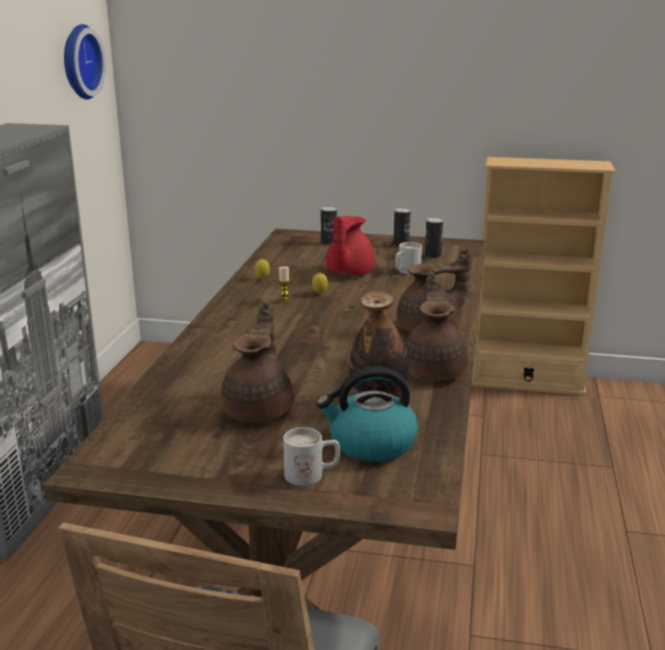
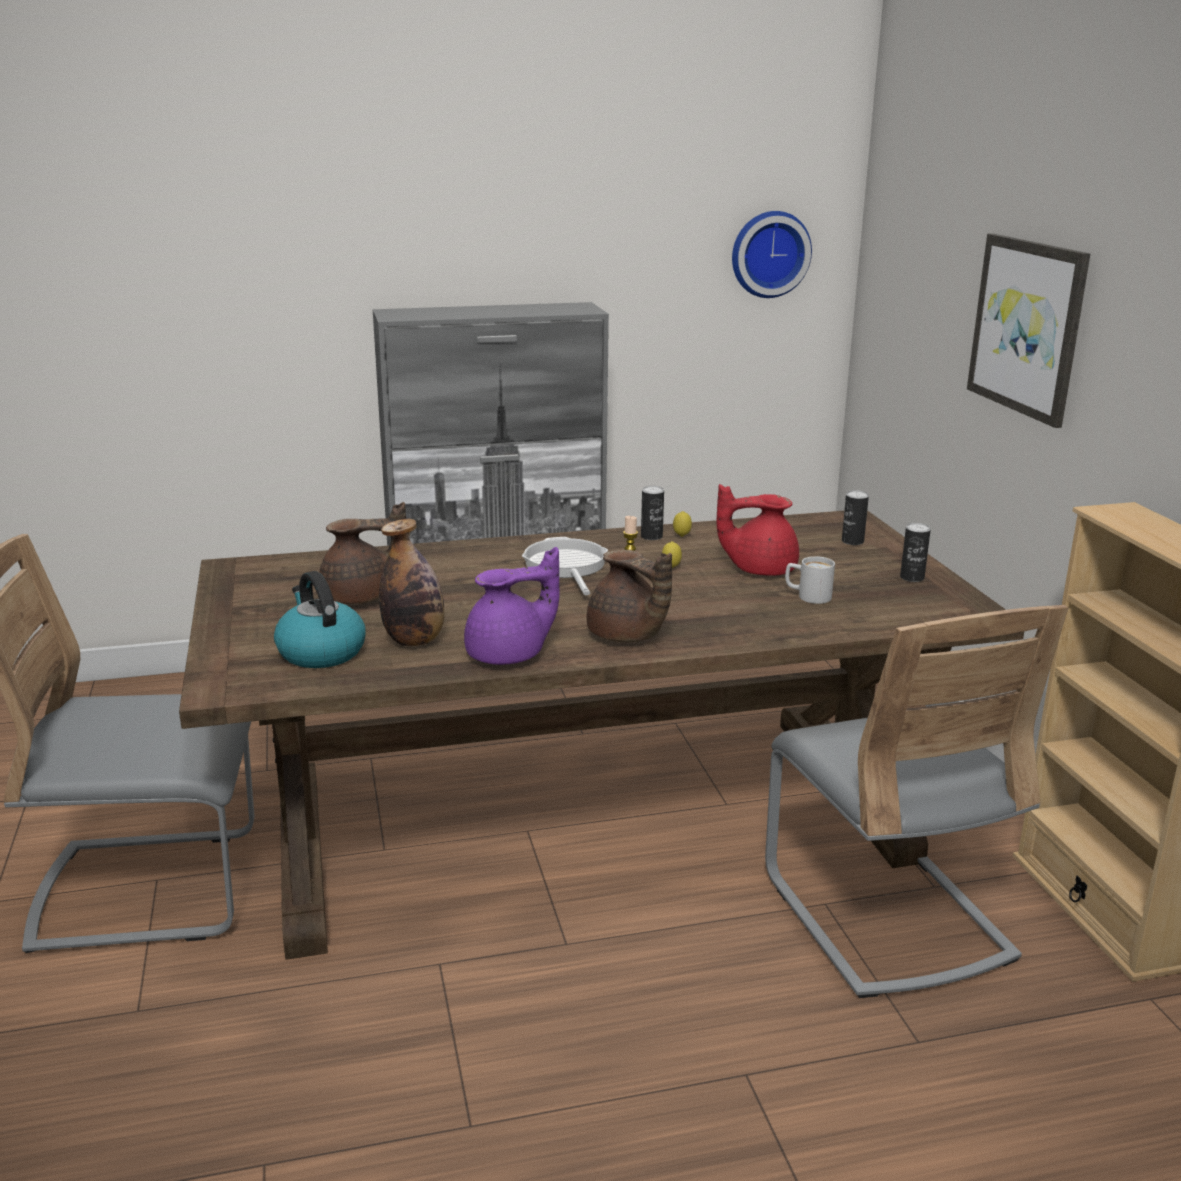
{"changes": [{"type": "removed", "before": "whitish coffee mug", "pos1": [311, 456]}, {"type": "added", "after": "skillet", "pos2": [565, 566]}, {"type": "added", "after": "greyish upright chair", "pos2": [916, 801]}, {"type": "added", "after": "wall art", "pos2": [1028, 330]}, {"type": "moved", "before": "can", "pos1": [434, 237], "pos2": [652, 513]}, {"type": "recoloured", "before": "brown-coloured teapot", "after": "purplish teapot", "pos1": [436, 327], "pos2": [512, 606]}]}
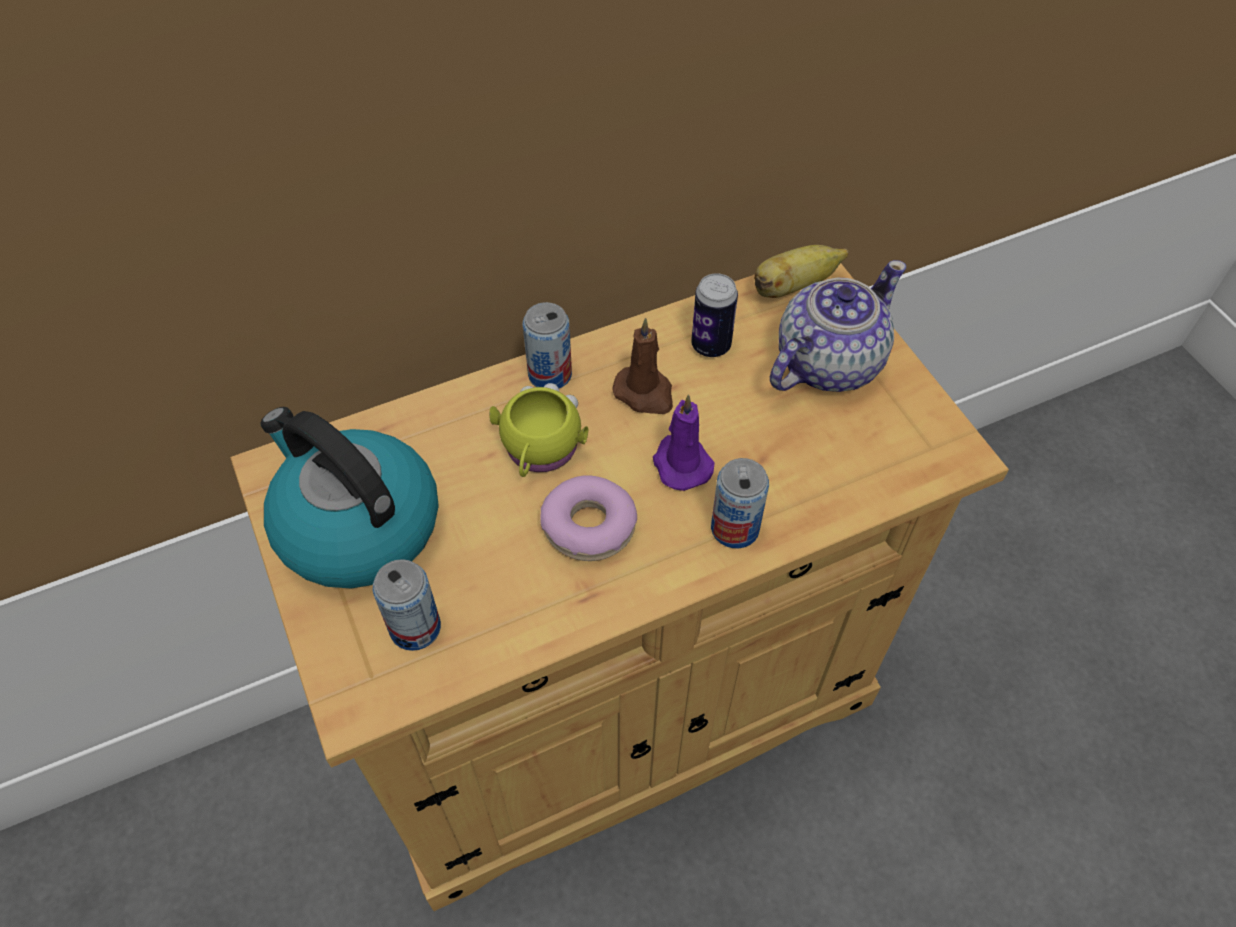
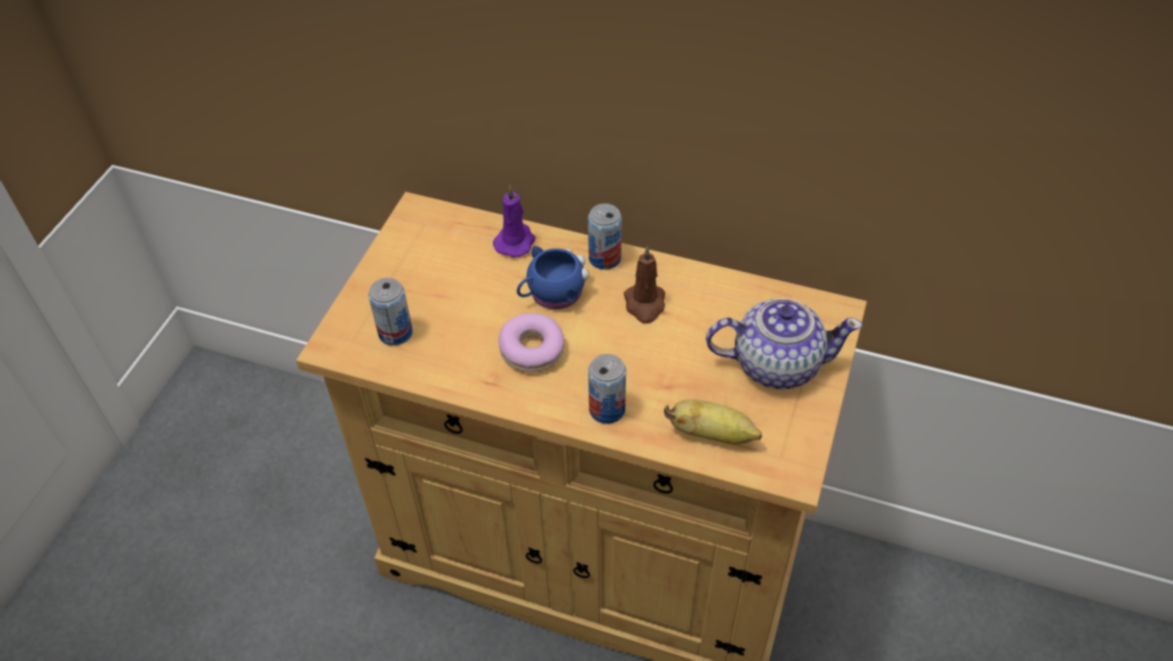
{"changes": [{"type": "removed", "before": "kettle", "pos1": [349, 497]}, {"type": "removed", "before": "can", "pos1": [714, 315]}, {"type": "moved", "before": "purplish wax candle", "pos1": [684, 442], "pos2": [514, 221]}, {"type": "moved", "before": "banana fruit", "pos1": [801, 271], "pos2": [713, 422]}, {"type": "recoloured", "before": "yellowish coffee mug", "after": "blue coffee mug", "pos1": [539, 430], "pos2": [553, 277]}]}
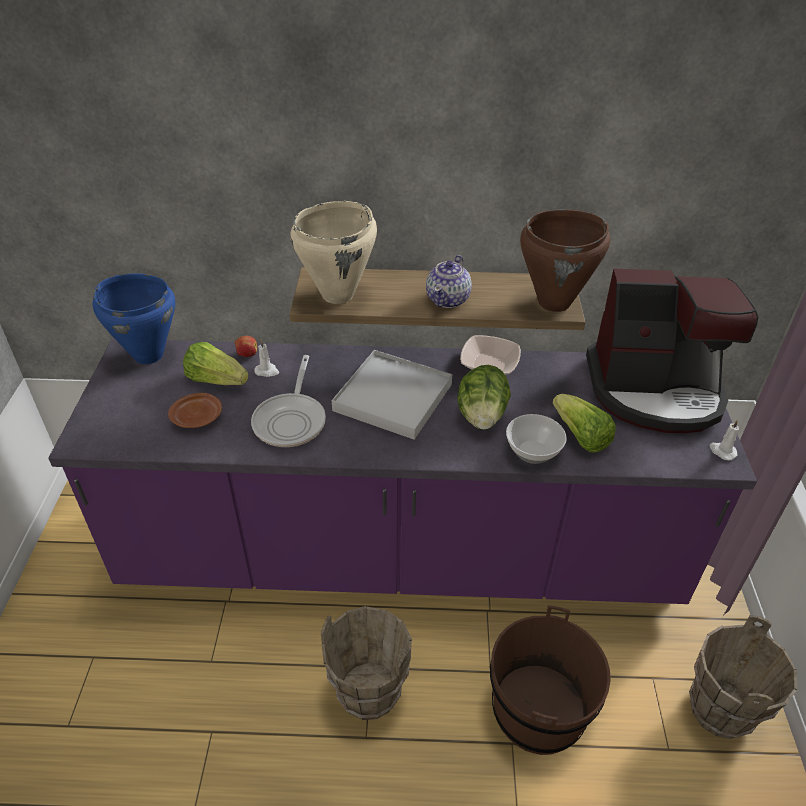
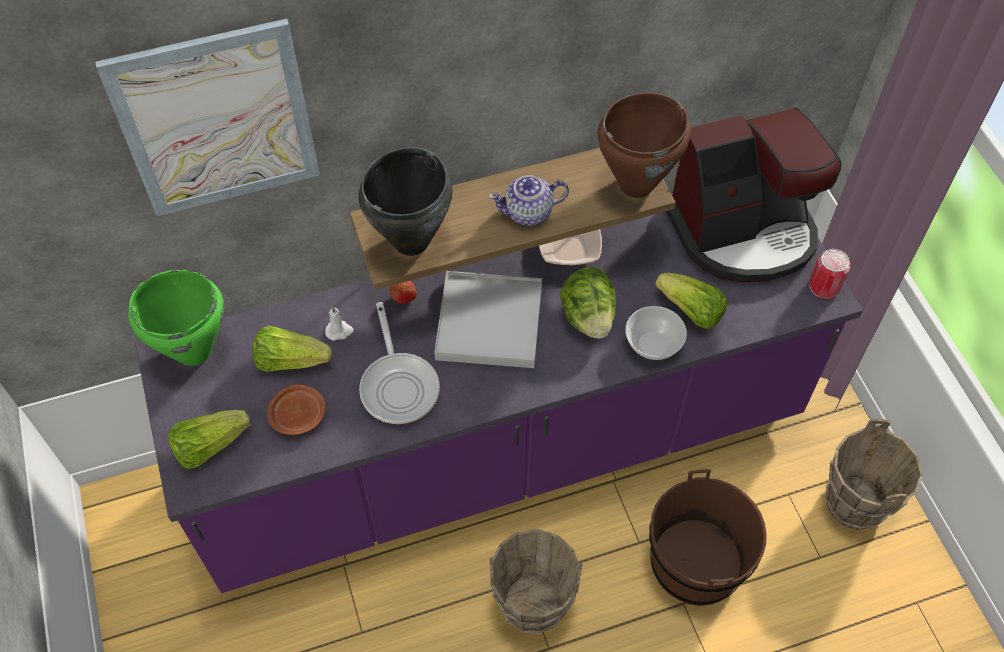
{"changes": [{"type": "added", "after": "wall art", "pos2": [207, 117]}, {"type": "added", "after": "head of lettuce", "pos2": [209, 439]}, {"type": "moved", "before": "apple fruit", "pos1": [246, 346], "pos2": [403, 292]}, {"type": "replaced", "before": "whitish wax candle", "after": "can", "pos1": [724, 439], "pos2": [830, 274]}, {"type": "recoloured", "before": "blue saucepot", "after": "green saucepot", "pos1": [134, 318], "pos2": [176, 318]}, {"type": "recoloured", "before": "sand-coloured saucepot", "after": "blackish saucepot", "pos1": [333, 252], "pos2": [406, 201]}, {"type": "turned", "before": "teapot", "pos1": [449, 281], "pos2": [528, 200], "turn": 75}]}
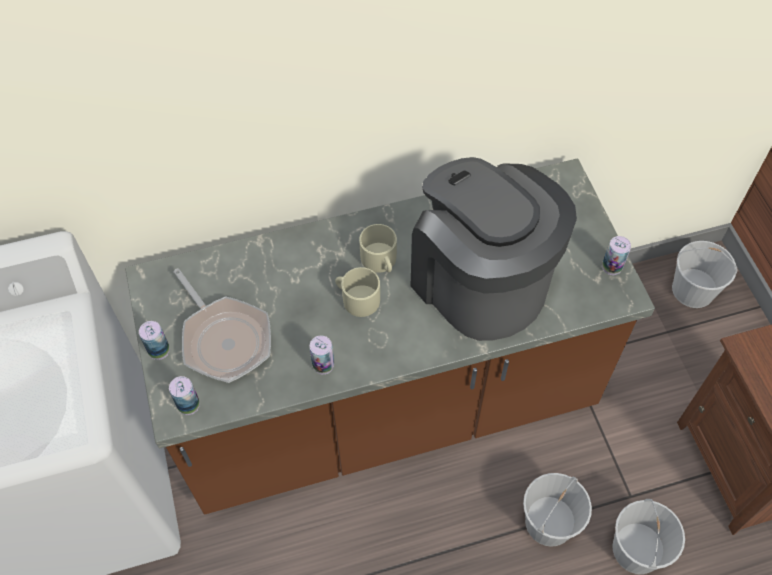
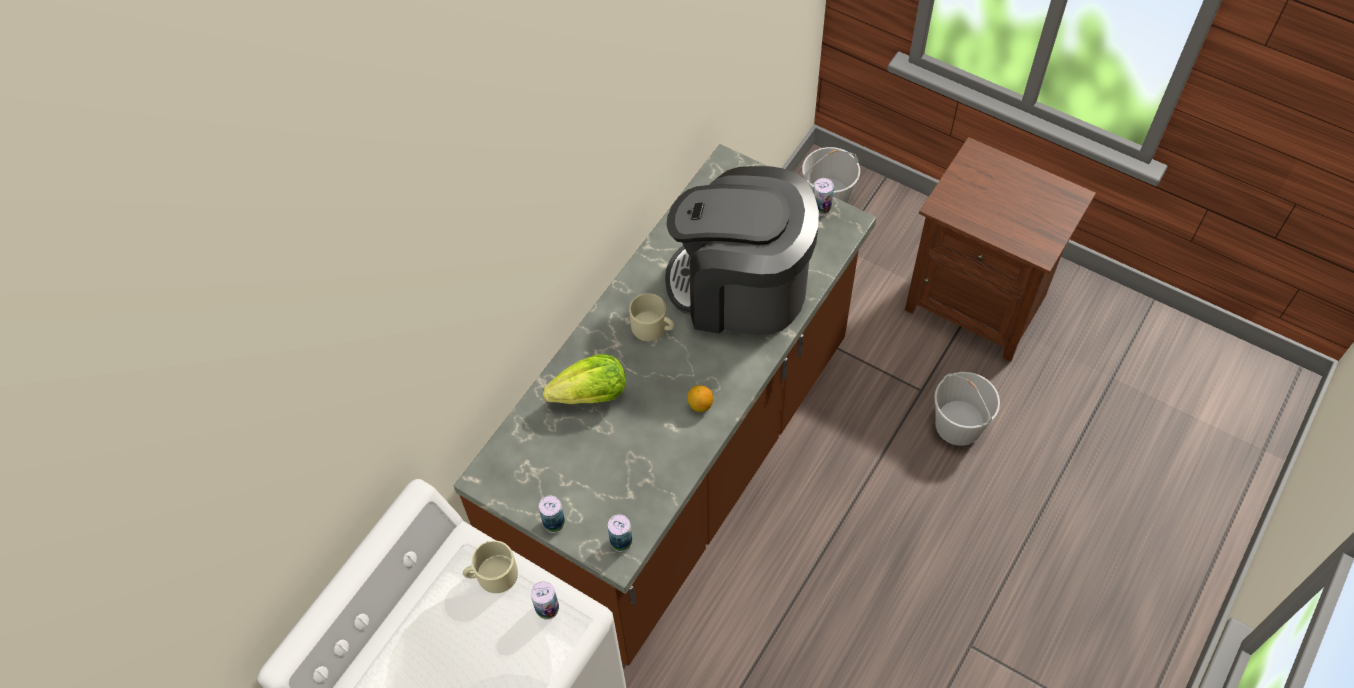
{"changes": [{"type": "removed", "before": "skillet", "pos1": [222, 325]}, {"type": "removed", "before": "whitish bucket", "pos1": [557, 509]}, {"type": "added", "after": "head of lettuce", "pos2": [584, 379]}, {"type": "added", "after": "whole lemon", "pos2": [700, 398]}, {"type": "moved", "before": "can", "pos1": [321, 355], "pos2": [545, 600]}, {"type": "moved", "before": "sand-coloured coffee mug", "pos1": [357, 292], "pos2": [490, 566]}]}
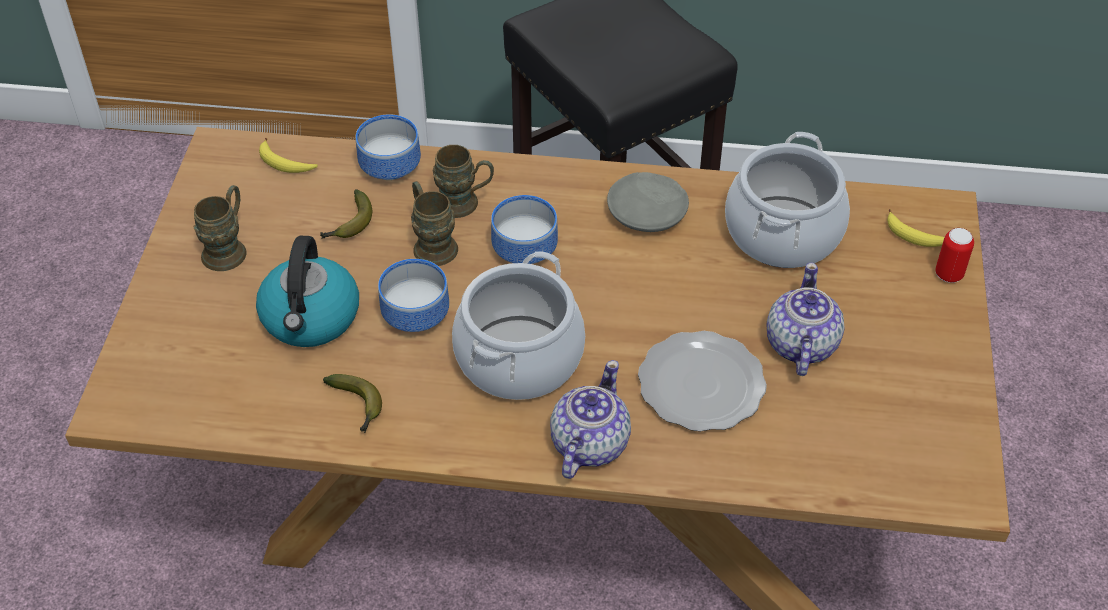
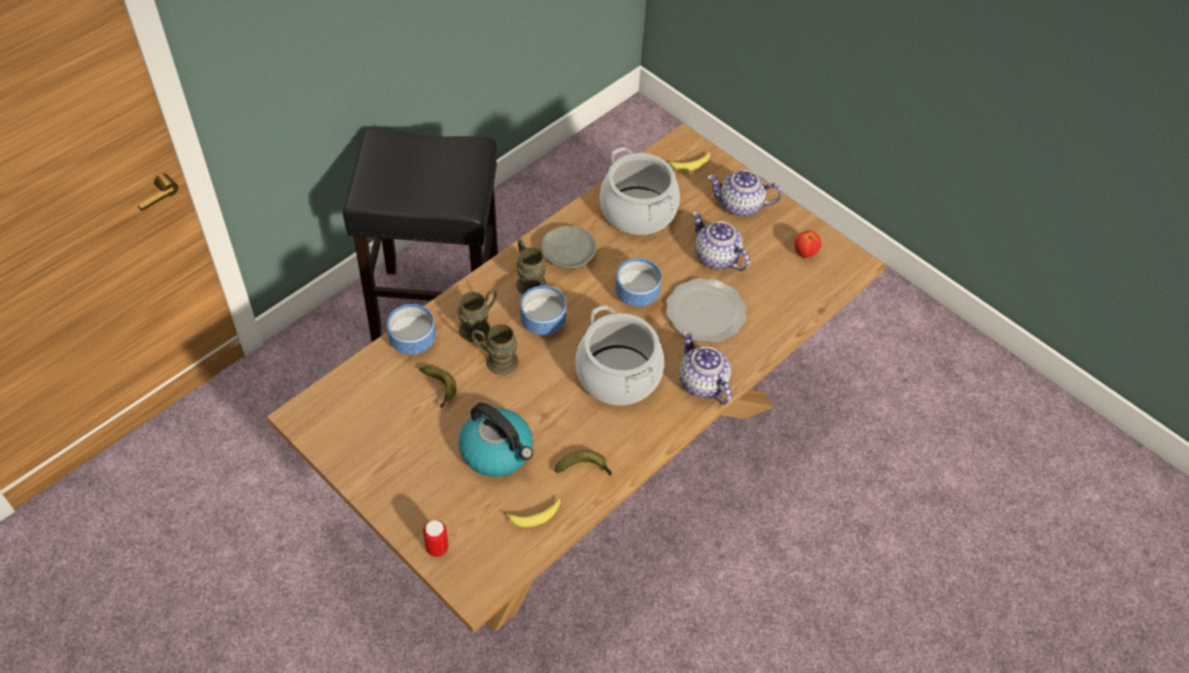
{"changes": [{"type": "added", "after": "teapot", "pos2": [744, 193]}, {"type": "added", "after": "apple fruit", "pos2": [808, 244]}, {"type": "moved", "before": "brown-coloured coffee mug", "pos1": [220, 228], "pos2": [531, 267]}, {"type": "moved", "before": "banana fruit", "pos1": [288, 155], "pos2": [532, 513]}, {"type": "moved", "before": "bowl", "pos1": [413, 295], "pos2": [638, 282]}, {"type": "moved", "before": "can", "pos1": [954, 255], "pos2": [435, 538]}]}
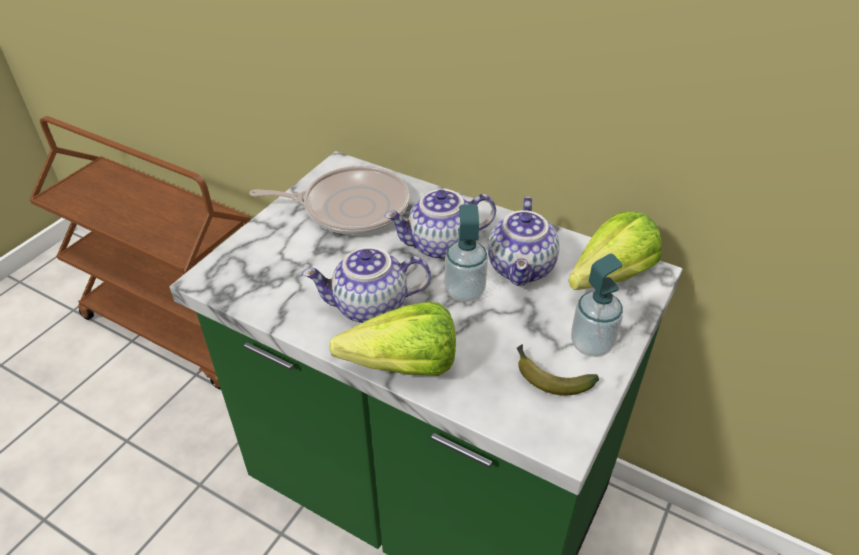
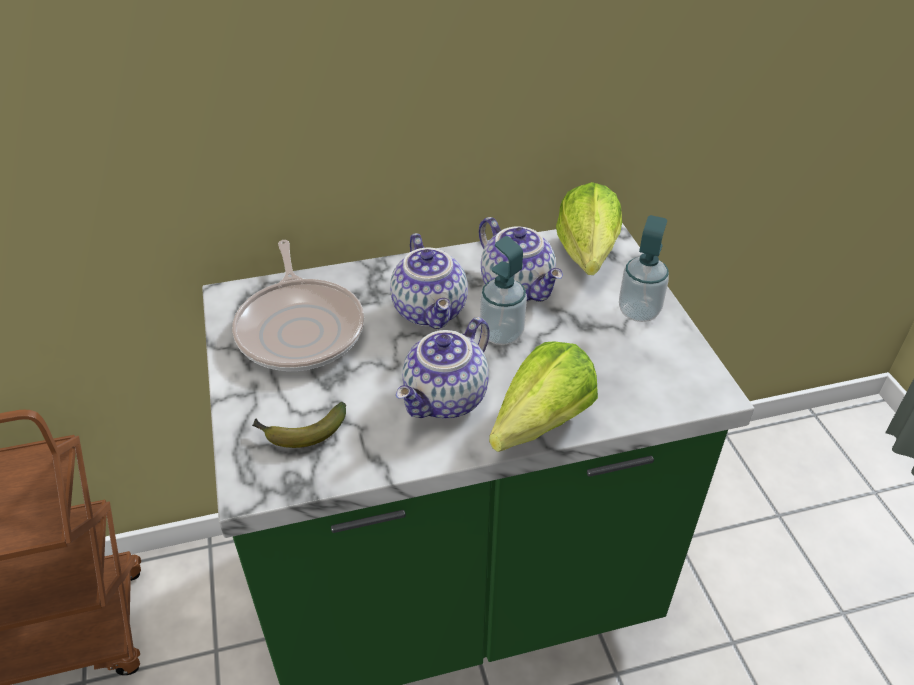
{"changes": [{"type": "moved", "before": "banana fruit", "pos1": [558, 370], "pos2": [299, 425]}, {"type": "turned", "before": "skillet", "pos1": [329, 200], "pos2": [298, 305], "turn": 120}, {"type": "turned", "before": "teapot", "pos1": [440, 224], "pos2": [429, 281], "turn": -45}]}
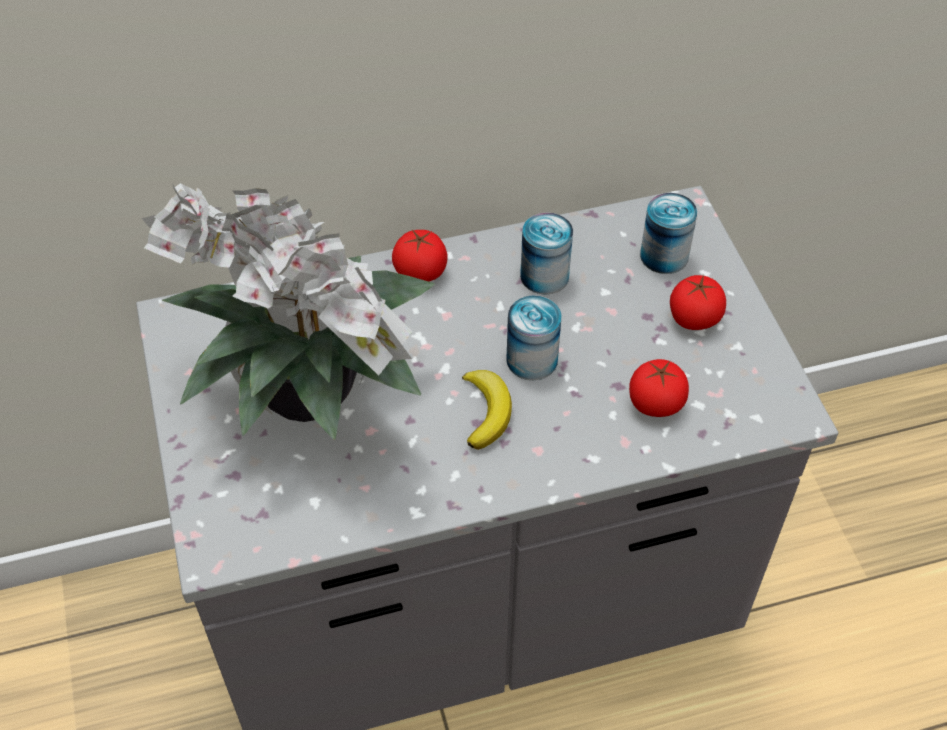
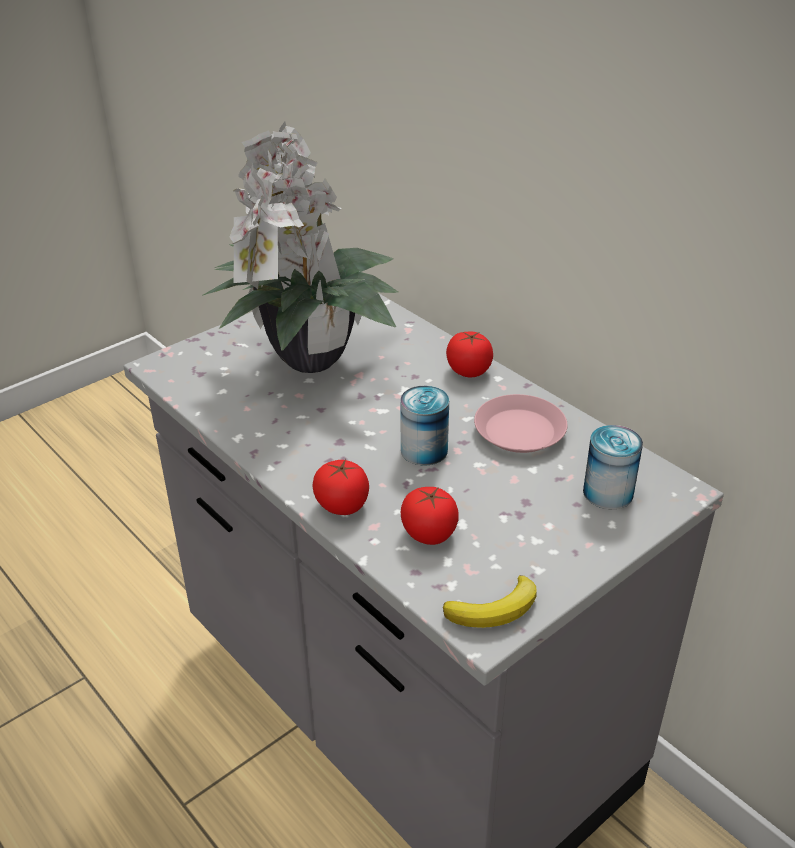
{"changes": [{"type": "moved", "before": "banana fruit", "pos1": [487, 410], "pos2": [490, 601]}, {"type": "moved", "before": "tomato", "pos1": [698, 302], "pos2": [340, 487]}, {"type": "replaced", "before": "can", "after": "pinkish flat dish", "pos1": [546, 253], "pos2": [521, 423]}]}
